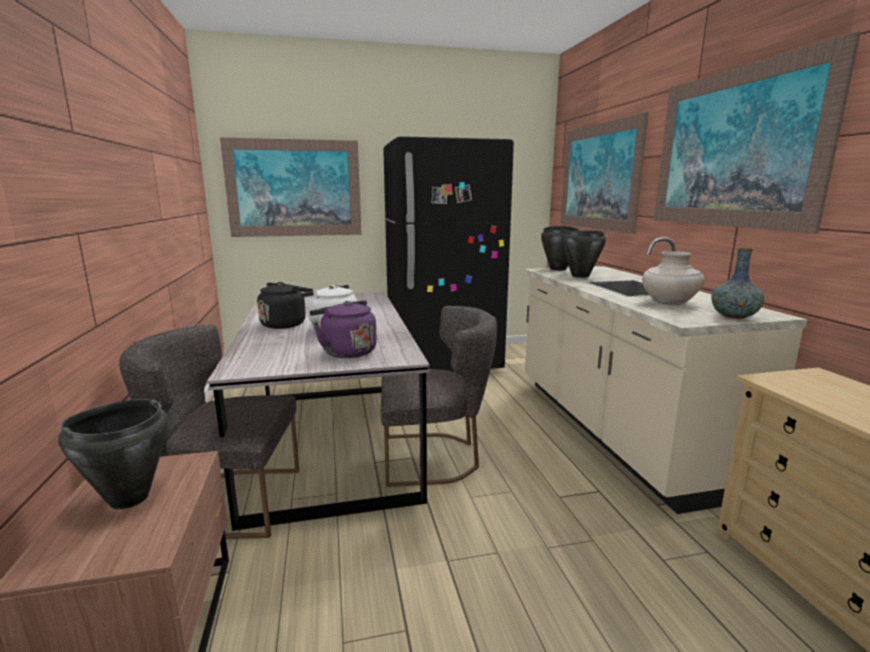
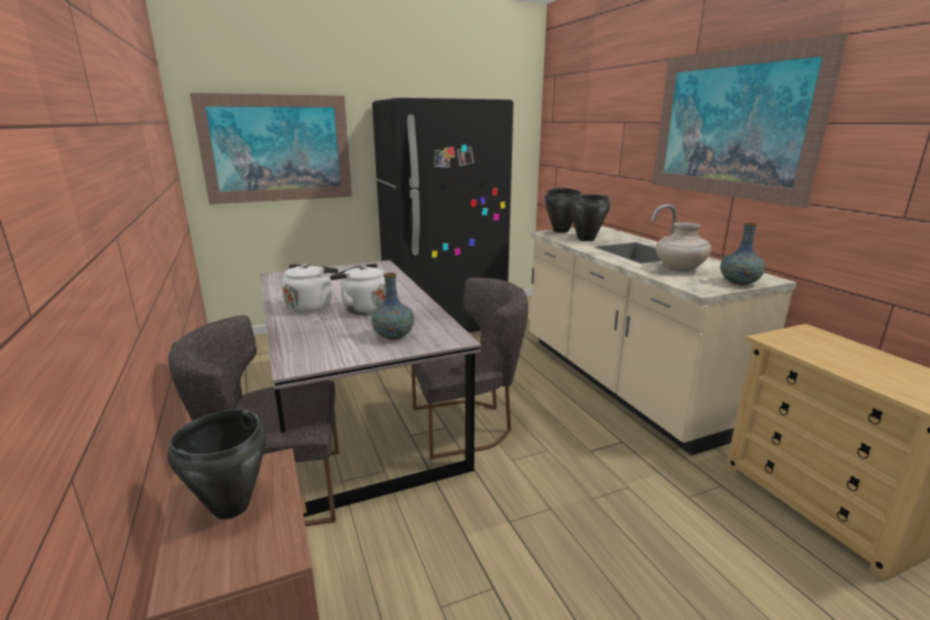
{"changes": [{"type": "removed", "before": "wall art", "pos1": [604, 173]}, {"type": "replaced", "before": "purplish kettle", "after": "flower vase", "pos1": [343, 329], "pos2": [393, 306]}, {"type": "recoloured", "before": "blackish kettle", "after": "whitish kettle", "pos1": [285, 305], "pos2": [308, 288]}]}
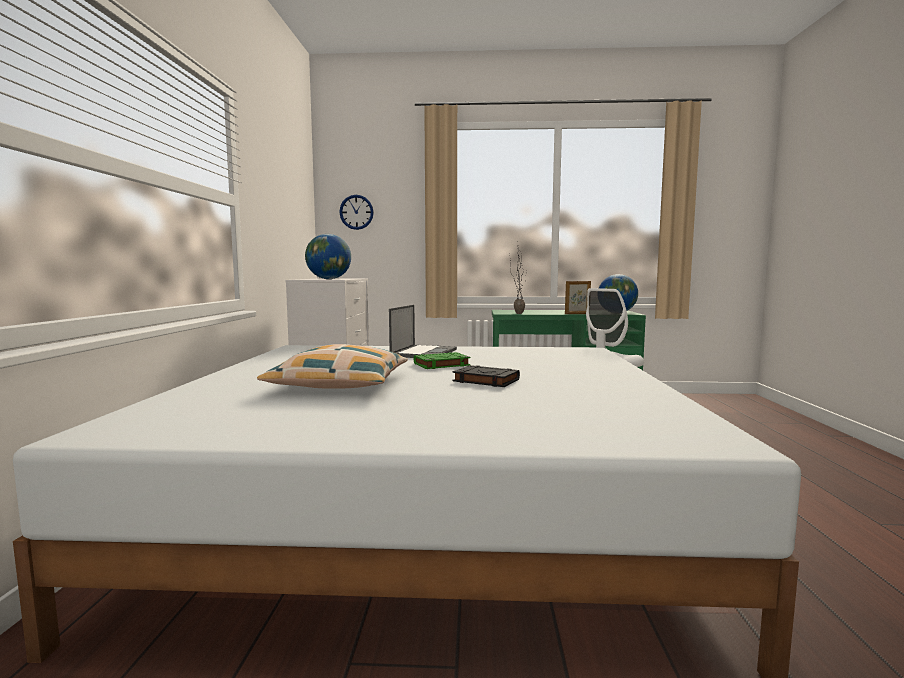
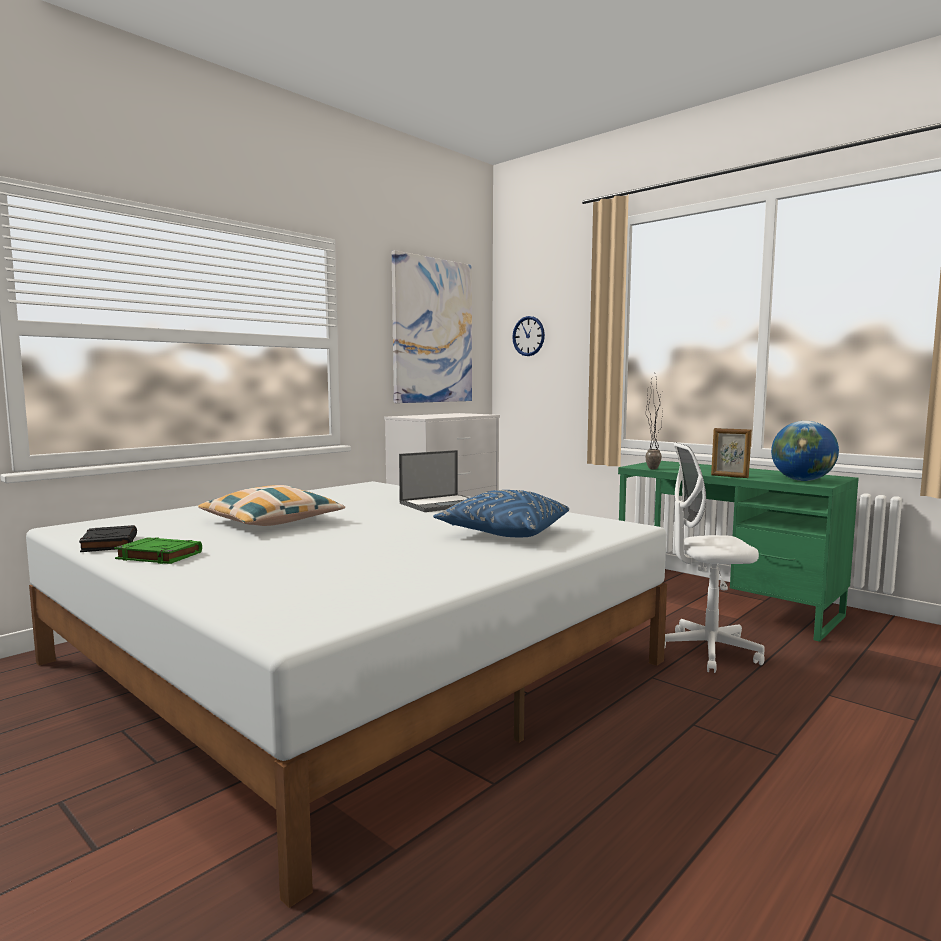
{"changes": [{"type": "removed", "before": "globe", "pos1": [328, 256]}, {"type": "added", "after": "wall art", "pos2": [432, 326]}, {"type": "added", "after": "blue pillow", "pos2": [501, 513]}, {"type": "moved", "before": "green book", "pos1": [442, 360], "pos2": [158, 550]}, {"type": "moved", "before": "blackish book", "pos1": [486, 376], "pos2": [108, 538]}]}
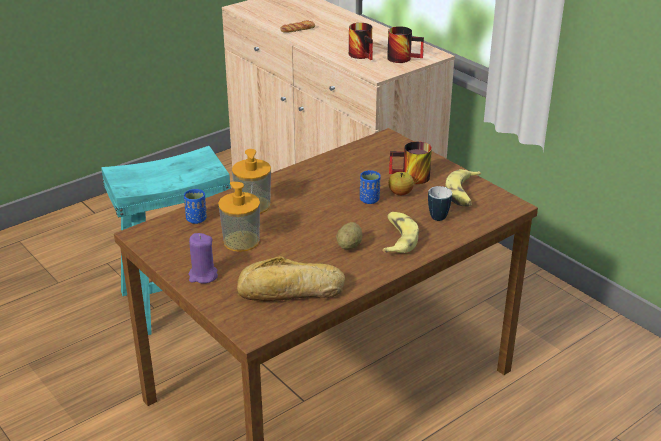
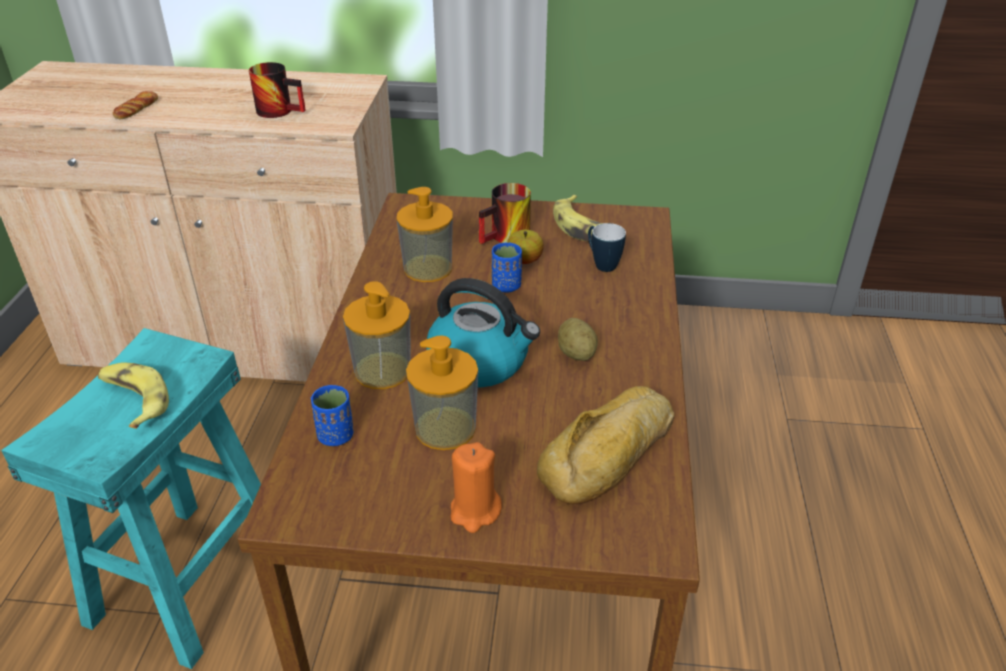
{"changes": [{"type": "removed", "before": "coffee mug", "pos1": [405, 44]}, {"type": "added", "after": "soap bottle", "pos2": [425, 234]}, {"type": "added", "after": "kettle", "pos2": [483, 333]}, {"type": "moved", "before": "banana fruit", "pos1": [400, 232], "pos2": [133, 396]}, {"type": "recoloured", "before": "purplish wax candle", "after": "orange wax candle", "pos1": [203, 258], "pos2": [476, 487]}]}
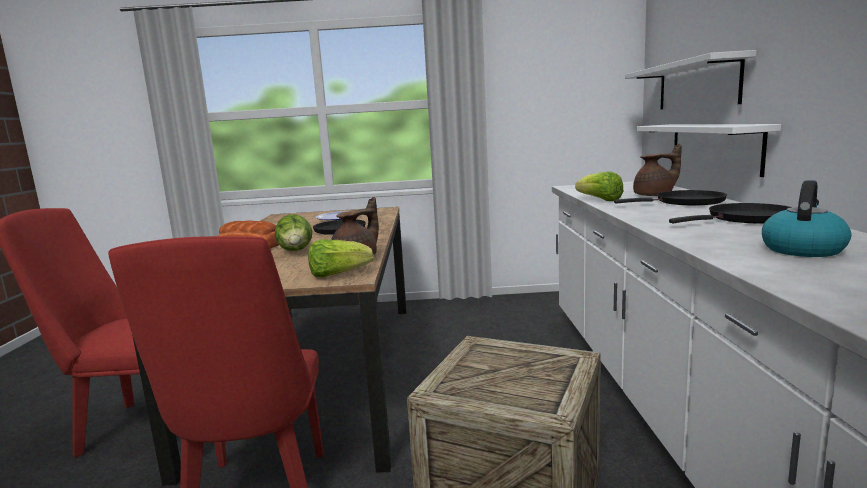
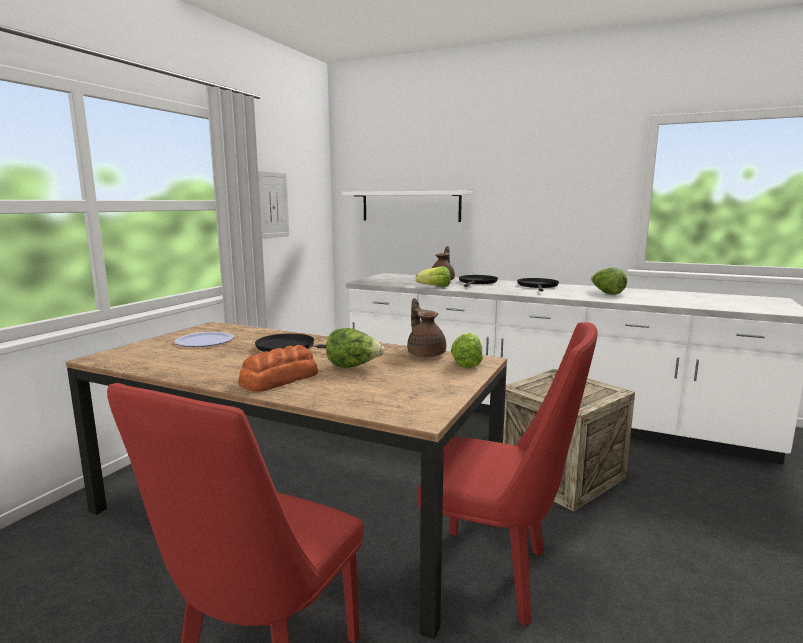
{"changes": [{"type": "removed", "before": "whitish bracket shelf", "pos1": [708, 150]}, {"type": "added", "after": "wall art", "pos2": [273, 205]}, {"type": "replaced", "before": "kettle", "after": "head of lettuce", "pos1": [806, 218], "pos2": [609, 281]}]}
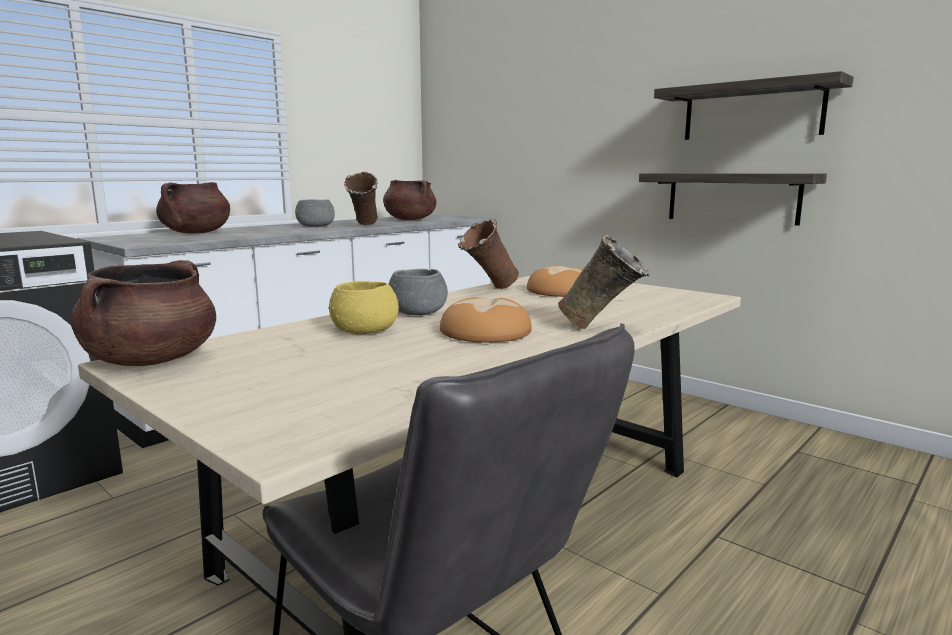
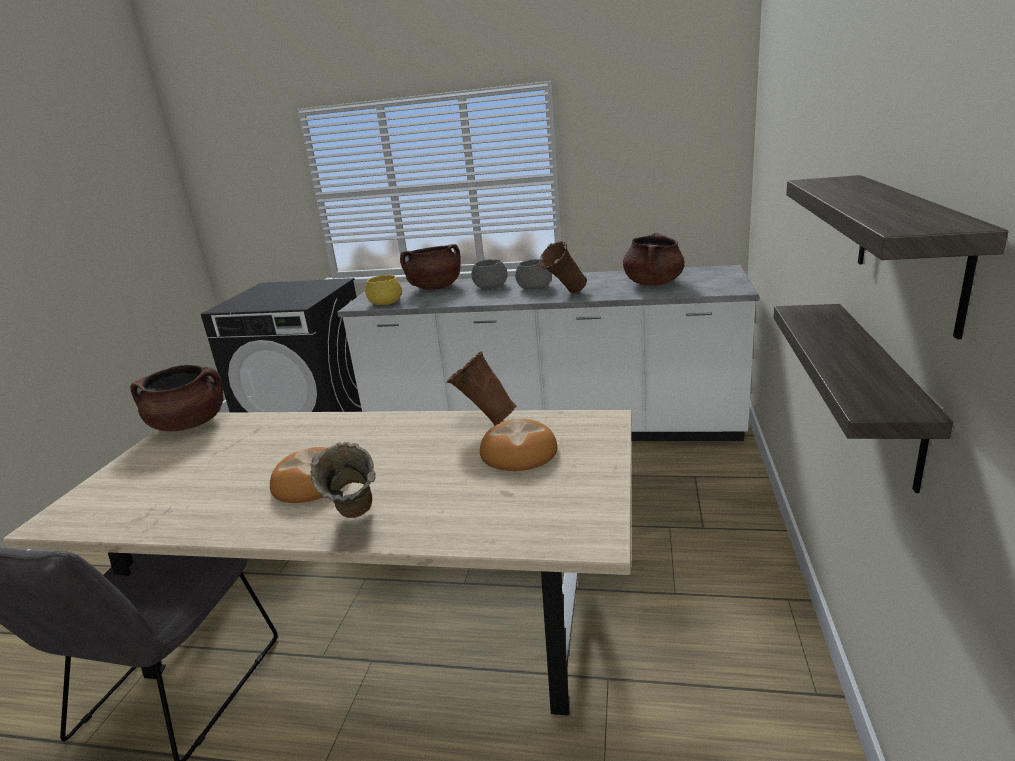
{"changes": [{"type": "moved", "before": "yellowish bowl", "pos1": [364, 308], "pos2": [383, 290]}, {"type": "moved", "before": "greyish bowl", "pos1": [418, 292], "pos2": [489, 274]}]}
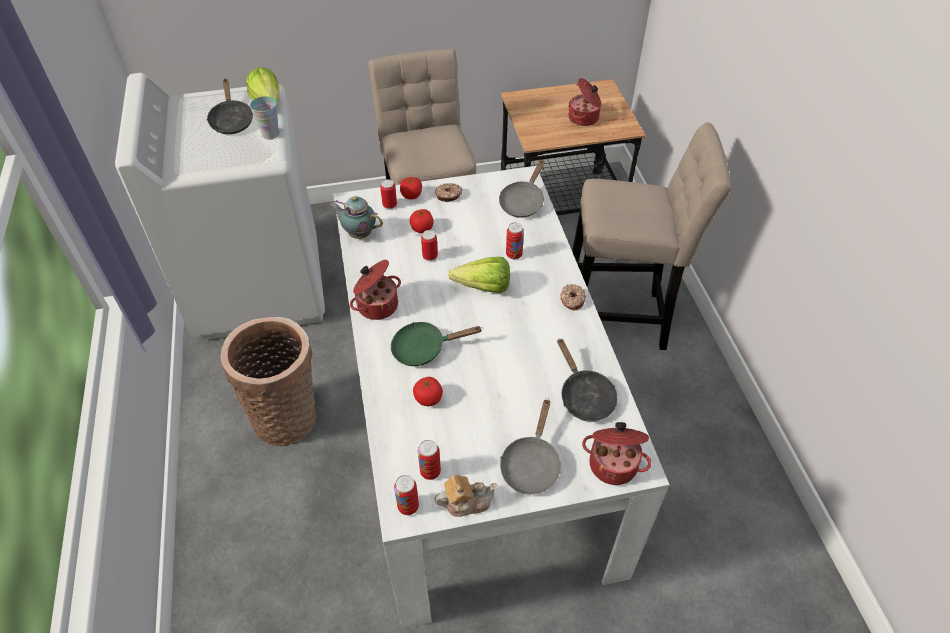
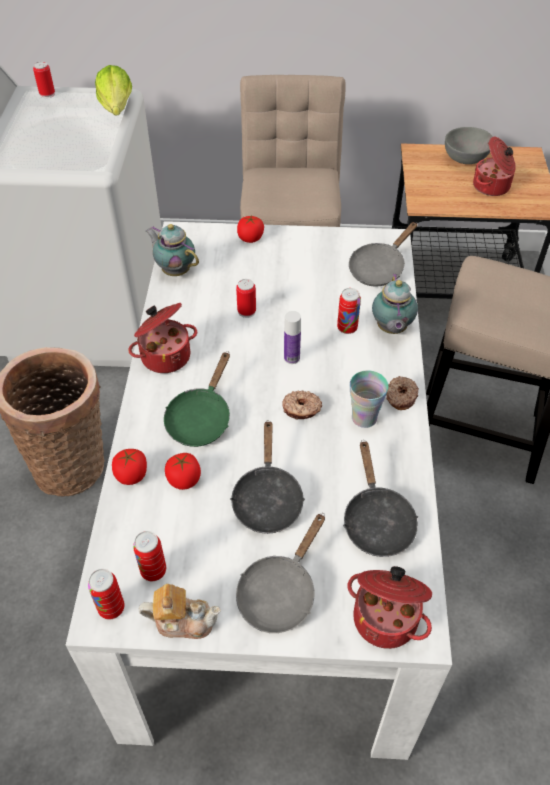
{"changes": [{"type": "added", "after": "teapot", "pos2": [395, 304]}, {"type": "added", "after": "greyish bowl", "pos2": [469, 145]}, {"type": "moved", "before": "blackish skillet", "pos1": [229, 106], "pos2": [267, 477]}, {"type": "moved", "before": "cup", "pos1": [264, 117], "pos2": [369, 399]}, {"type": "moved", "before": "can", "pos1": [388, 194], "pos2": [44, 80]}, {"type": "moved", "before": "tomato", "pos1": [421, 221], "pos2": [129, 467]}, {"type": "moved", "before": "doughnut", "pos1": [448, 192], "pos2": [302, 405]}, {"type": "replaced", "before": "head of lettuce", "after": "beverage bottle", "pos1": [479, 275], "pos2": [292, 337]}, {"type": "turned", "before": "green skillet", "pos1": [437, 344], "pos2": [197, 399], "turn": -75}]}
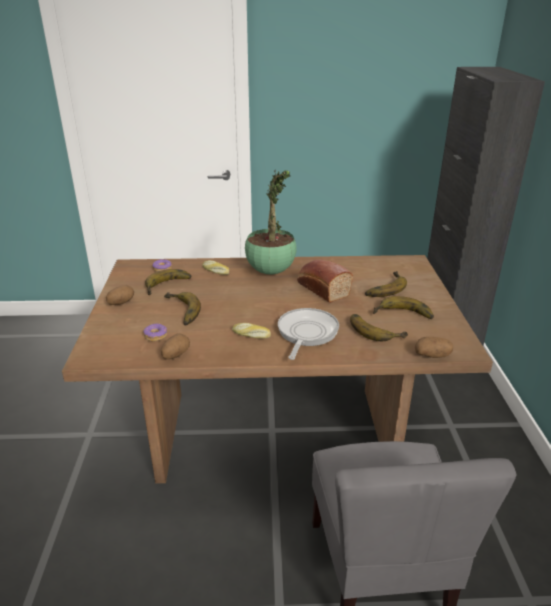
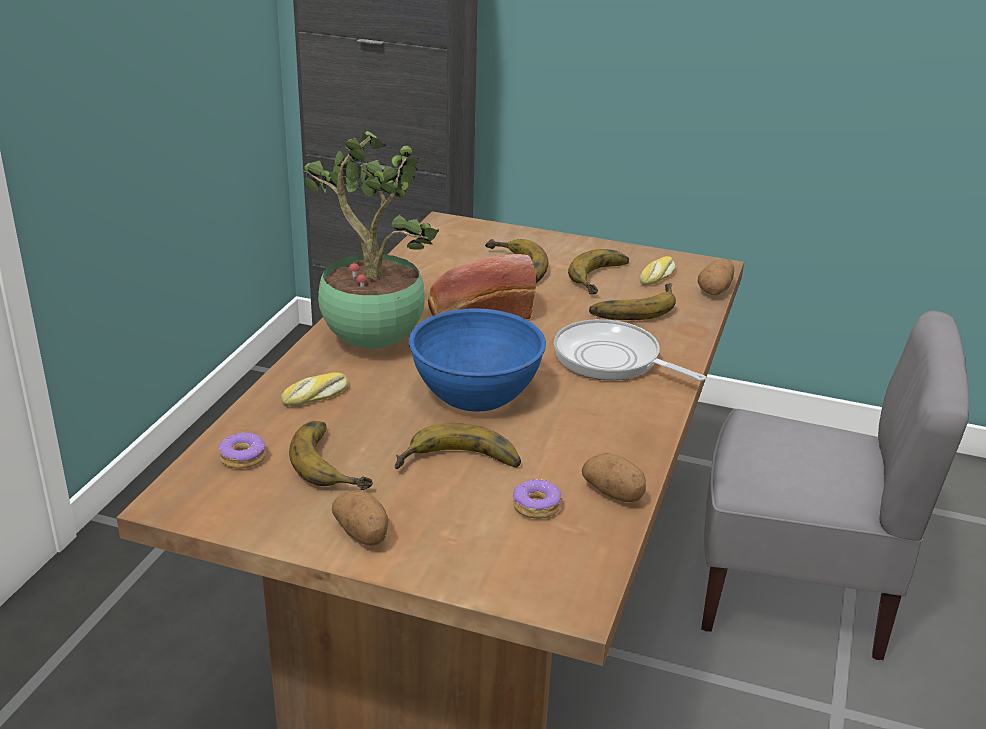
{"changes": [{"type": "added", "after": "blue bowl", "pos2": [477, 359]}, {"type": "moved", "before": "baked bread", "pos1": [251, 331], "pos2": [657, 270]}]}
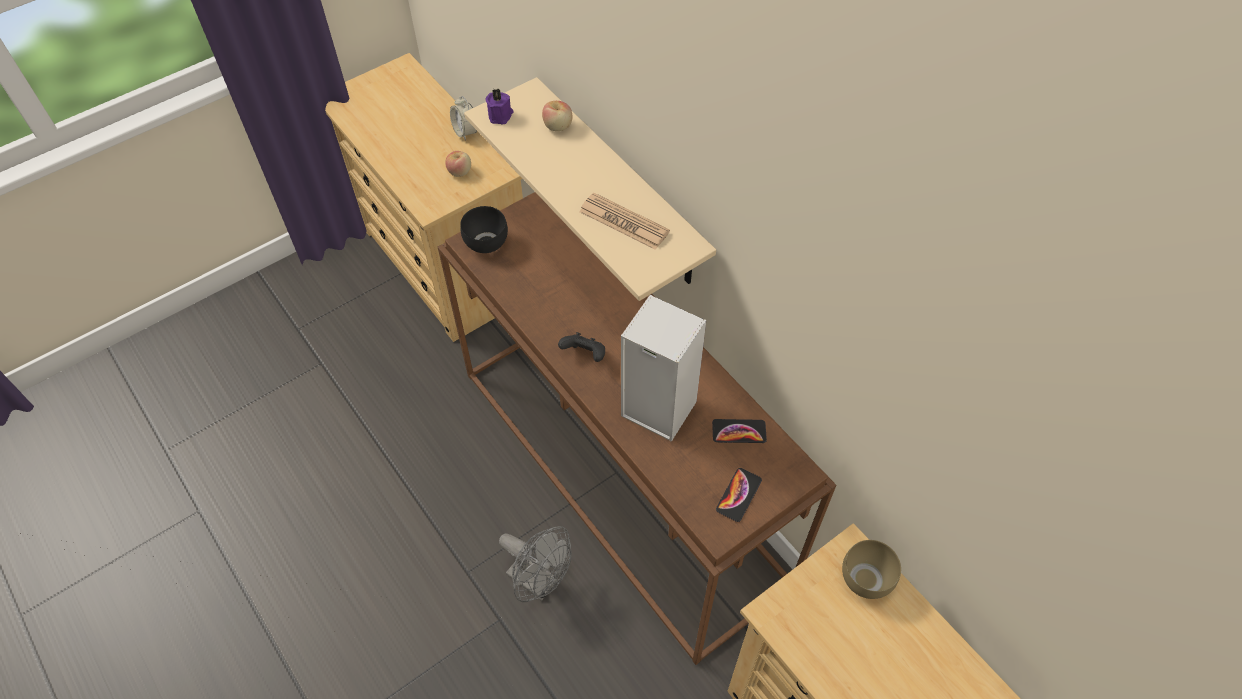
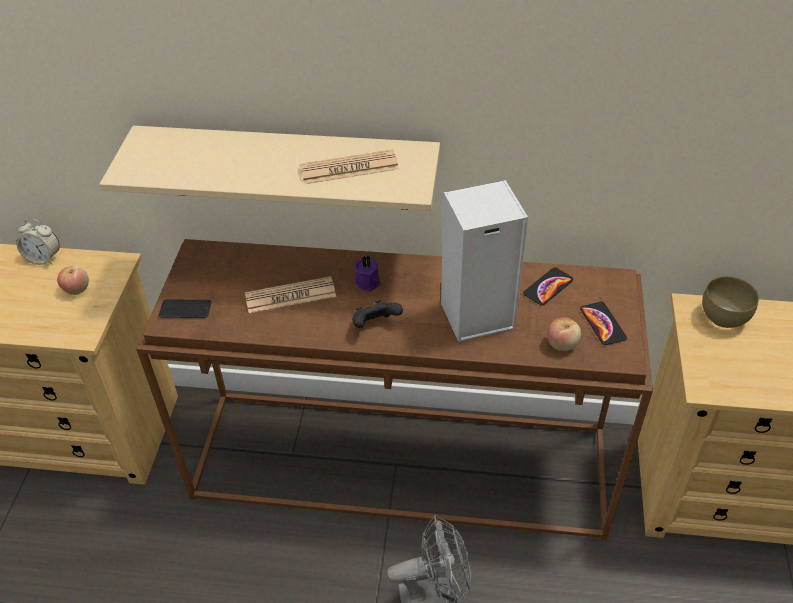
{"changes": [{"type": "added", "after": "printed paper", "pos2": [290, 294]}, {"type": "moved", "before": "purplish wax candle", "pos1": [500, 106], "pos2": [367, 273]}, {"type": "moved", "before": "apple fruit", "pos1": [557, 116], "pos2": [564, 334]}, {"type": "replaced", "before": "blackish bowl", "after": "handset", "pos1": [484, 229], "pos2": [185, 308]}]}
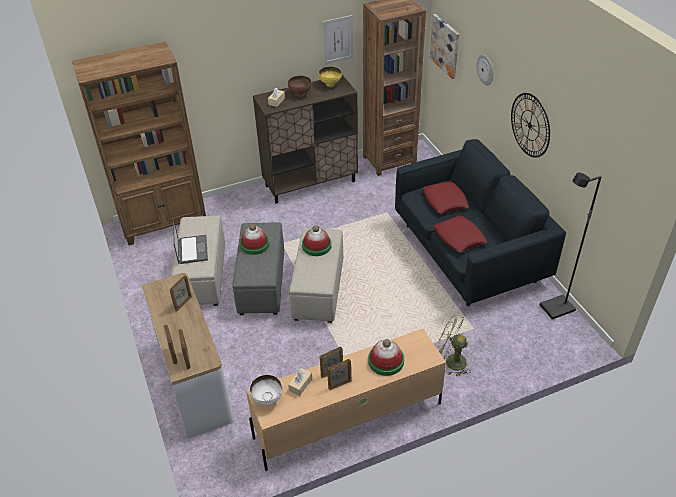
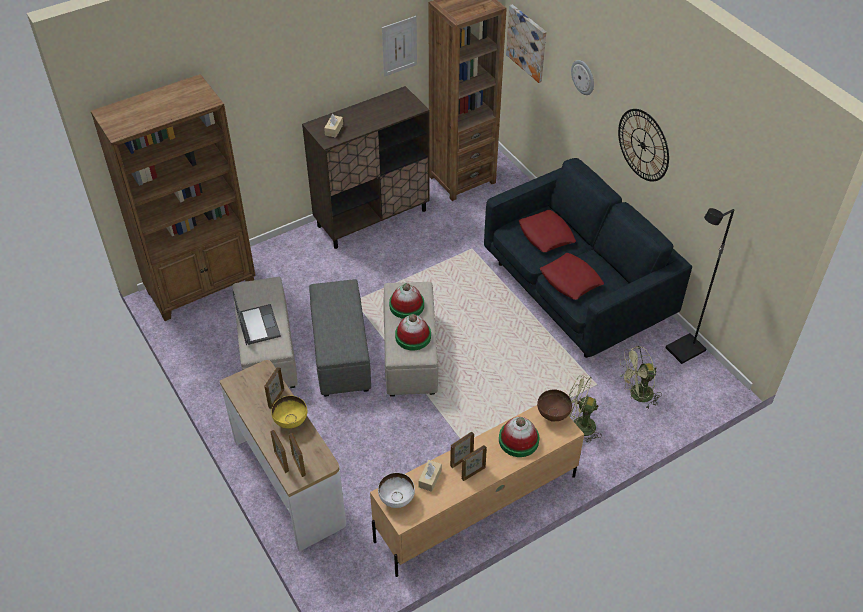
{"changes": [{"type": "added", "after": "green fan", "pos2": [641, 377]}, {"type": "moved", "before": "hat", "pos1": [255, 239], "pos2": [413, 332]}, {"type": "moved", "before": "brown-coloured bowl", "pos1": [299, 86], "pos2": [554, 406]}, {"type": "moved", "before": "yellowish bowl", "pos1": [330, 76], "pos2": [289, 412]}]}
